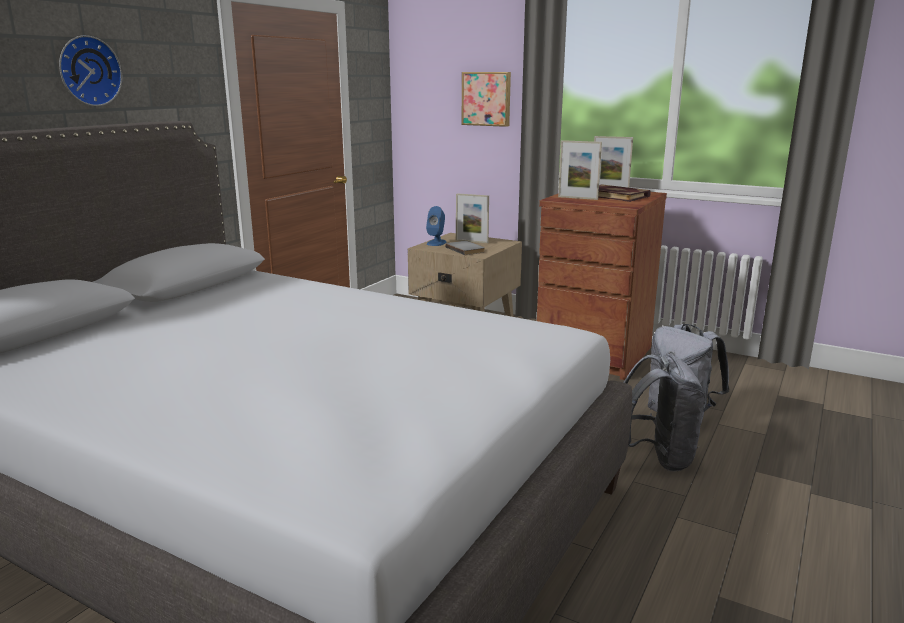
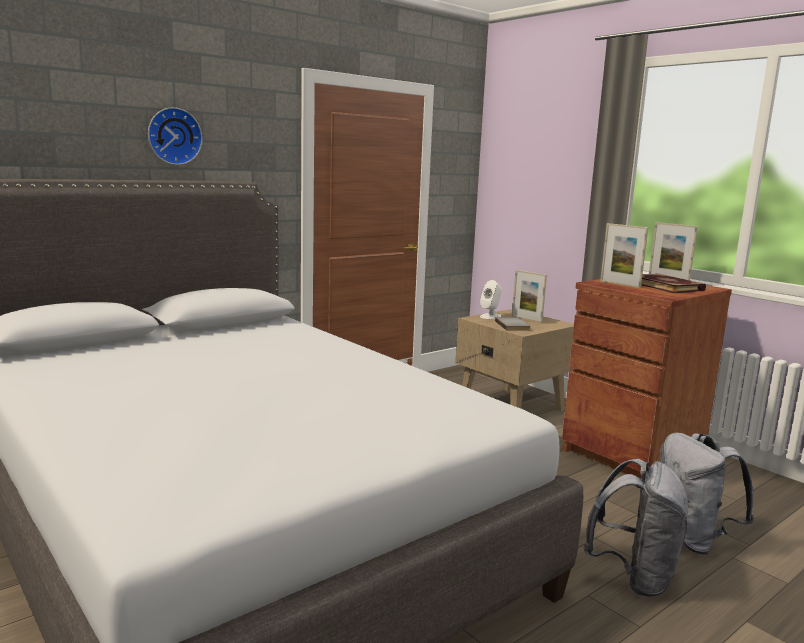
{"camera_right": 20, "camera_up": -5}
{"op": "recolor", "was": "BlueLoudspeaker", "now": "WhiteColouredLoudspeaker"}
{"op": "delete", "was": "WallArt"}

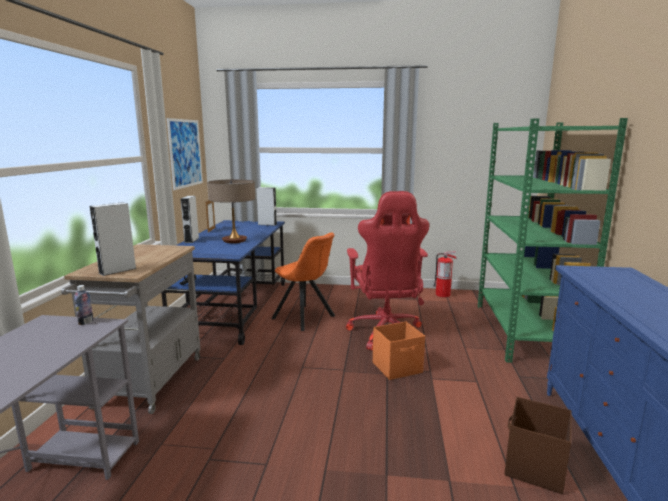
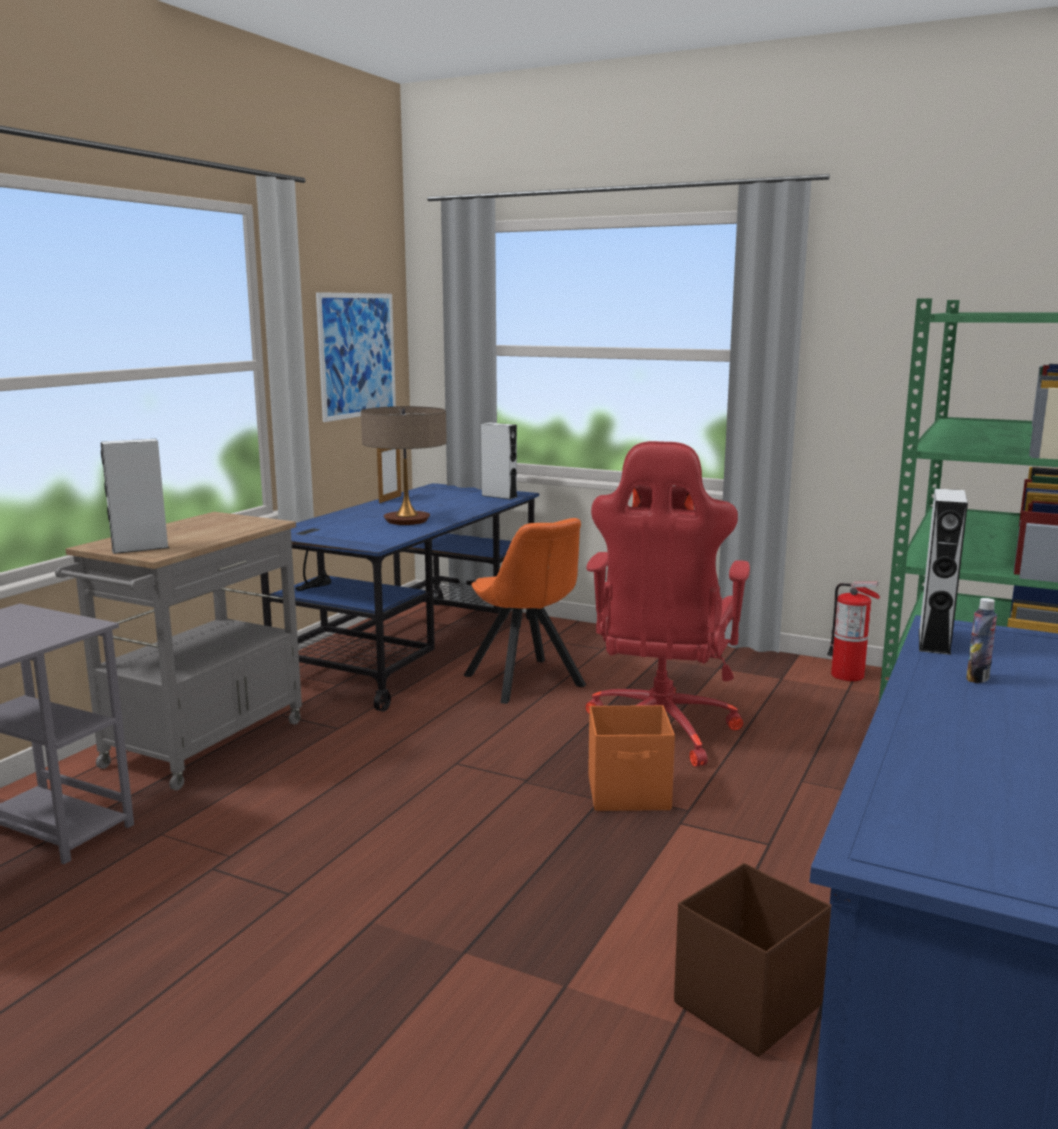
{"camera_right": 20, "camera_up": 0}
{"op": "move", "was": "Bottle"}
{"op": "move", "was": "GreyishLoudspeaker (2nd from left in the first image)", "now": "GreyishLoudspeaker (3rd from left)"}

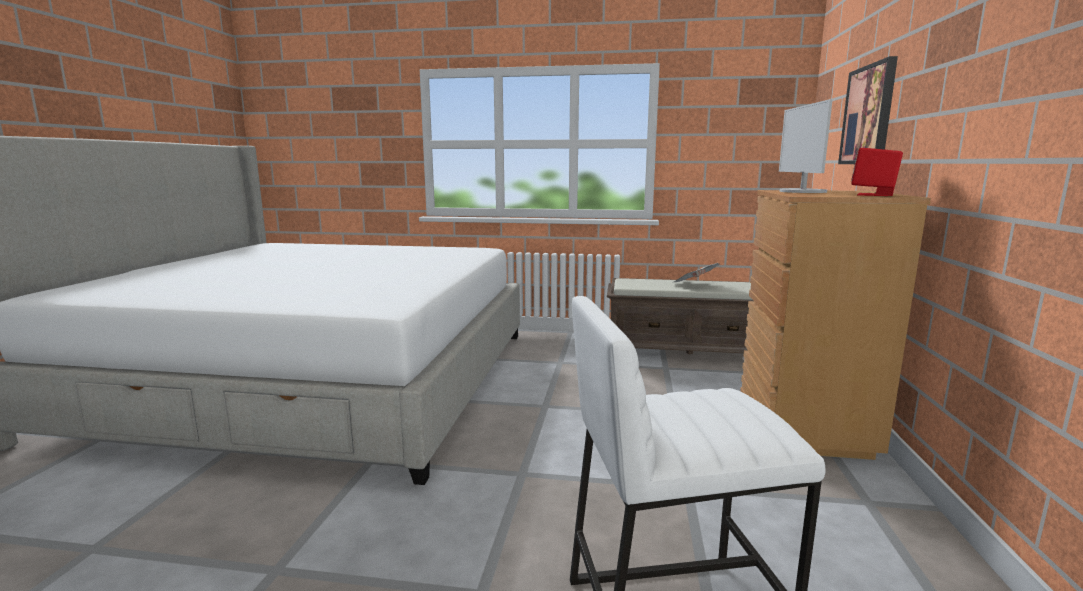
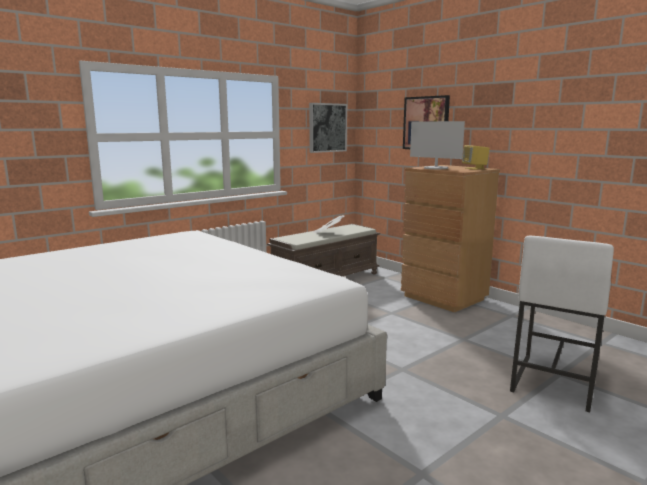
{"camera_right": -50, "camera_up": 0}
{"op": "recolor", "was": "RedColouredLoudspeaker", "now": "YellowLoudspeaker"}
{"op": "insert", "now": "WallArt (1st from left)"}

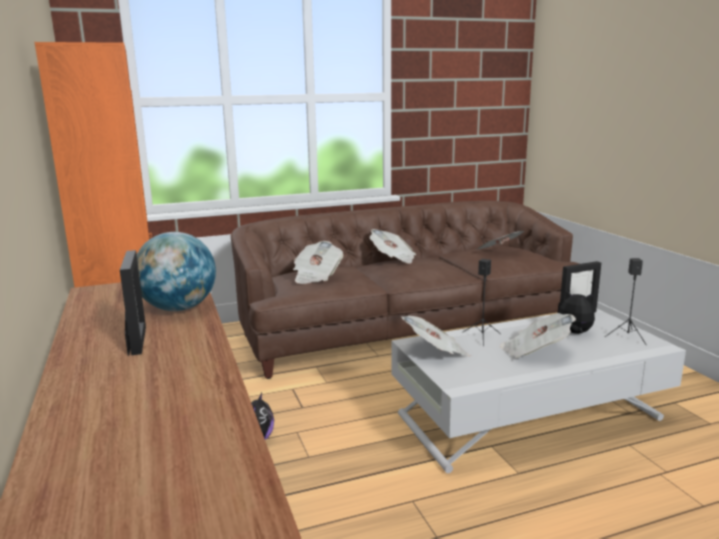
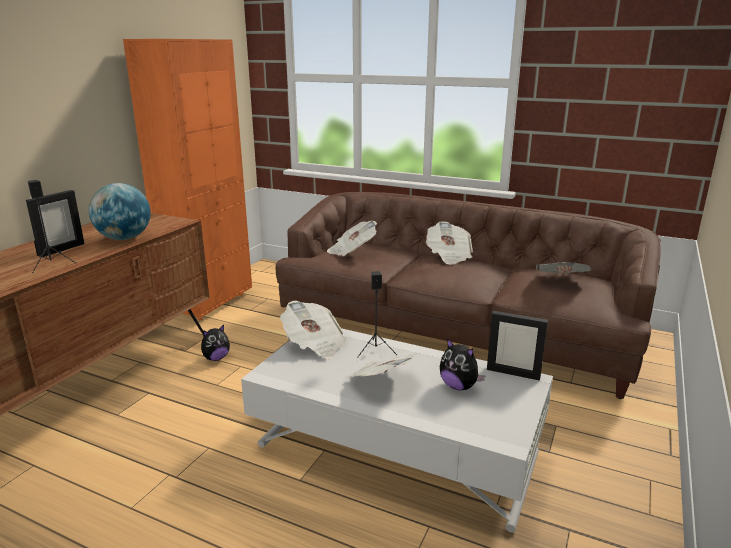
{"camera_right": 45, "camera_up": 5}
{"op": "rotate", "was": "PlushToy (2nd from left)", "clockwise": 150}
{"op": "move", "was": "BlackishLoudspeaker (2nd from left in the first image)", "now": "BlackishLoudspeaker (1st from left)"}

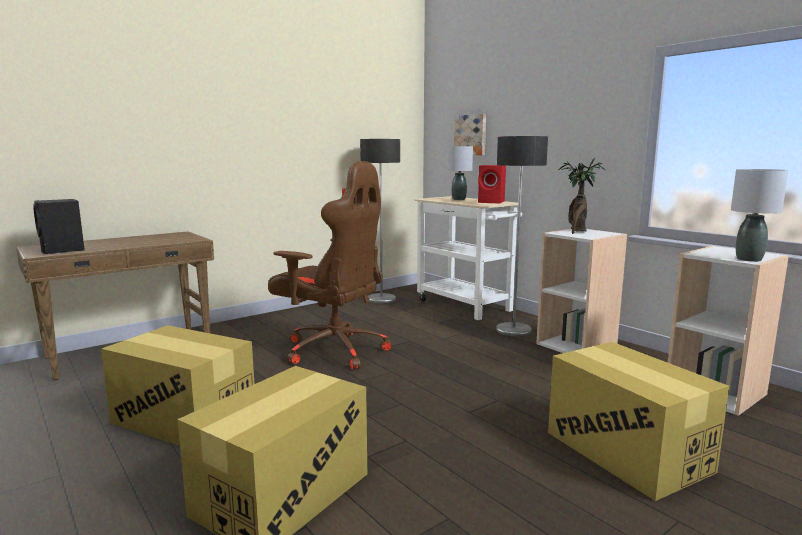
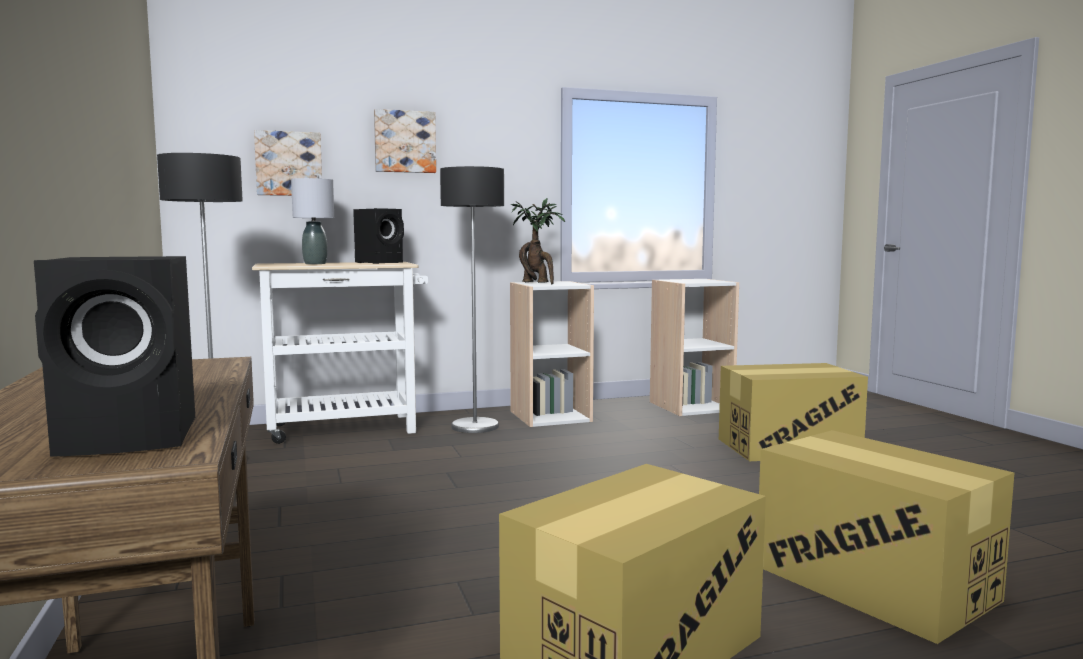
{"camera_right": -70, "camera_up": -5}
{"op": "delete", "was": "BrownColouredOfficeChair"}
{"op": "recolor", "was": "RedColouredLoudspeaker", "now": "BlackishLoudspeaker (2nd from left)"}
{"op": "delete", "was": "GreyishTableLamp (2nd from left)"}
{"op": "insert", "now": "WallArt (2nd from left)"}

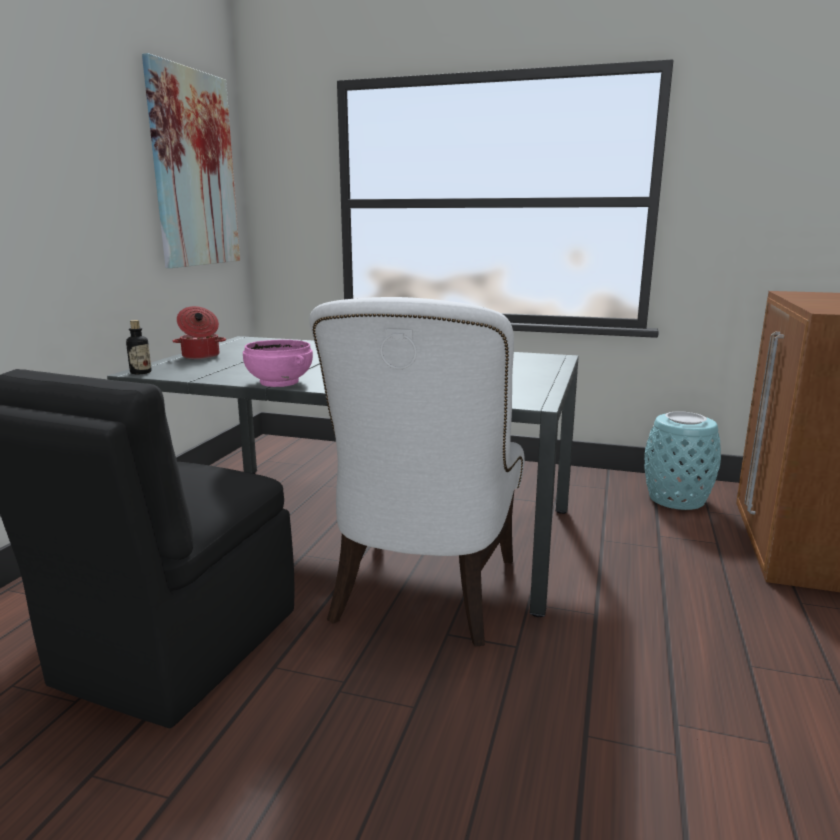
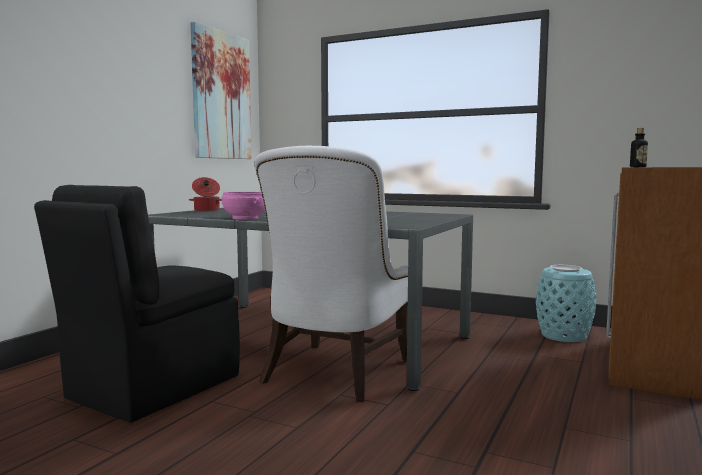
{"camera_right": 10, "camera_up": -10}
{"op": "move", "was": "Bottle"}

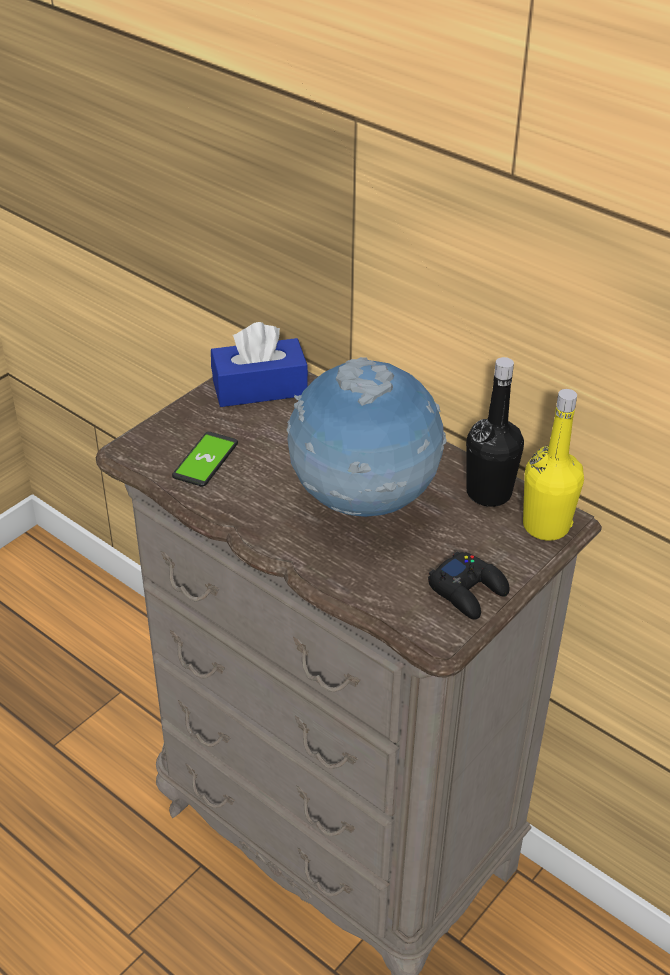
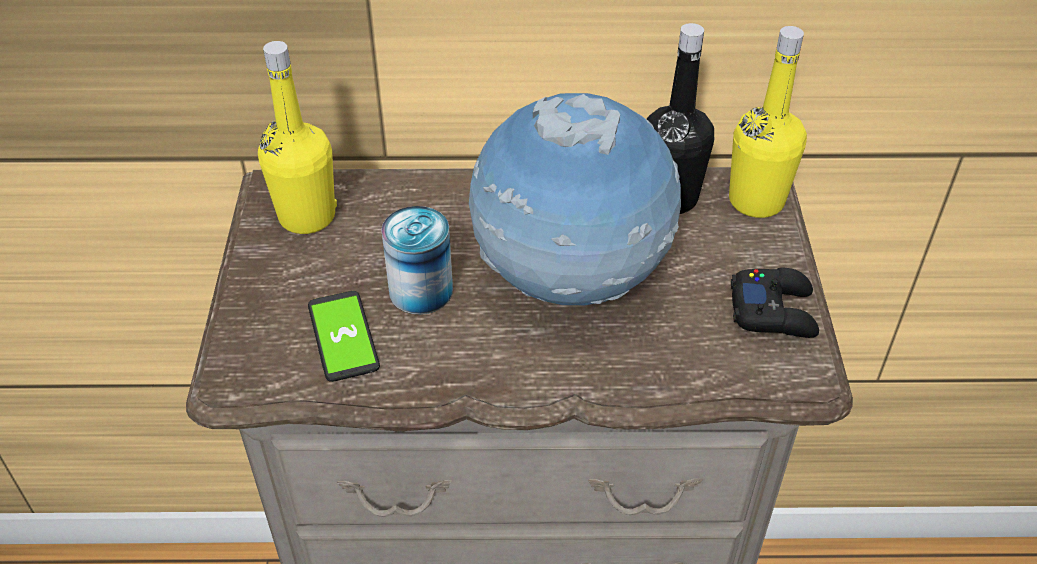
{"camera_right": -40, "camera_up": 5}
{"op": "replace", "was": "BlueBoxOfTissues", "now": "YellowBottle (1st from left)"}
{"op": "insert", "now": "MetalCan"}

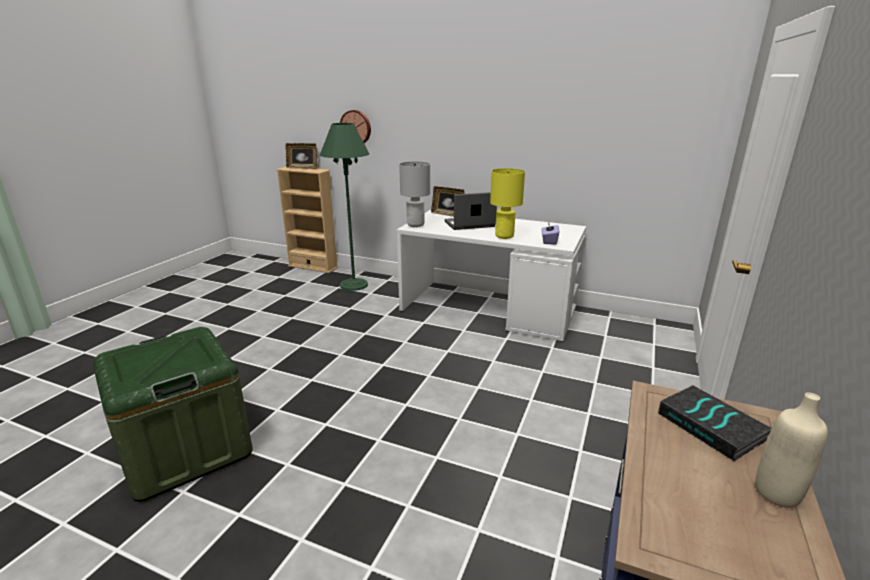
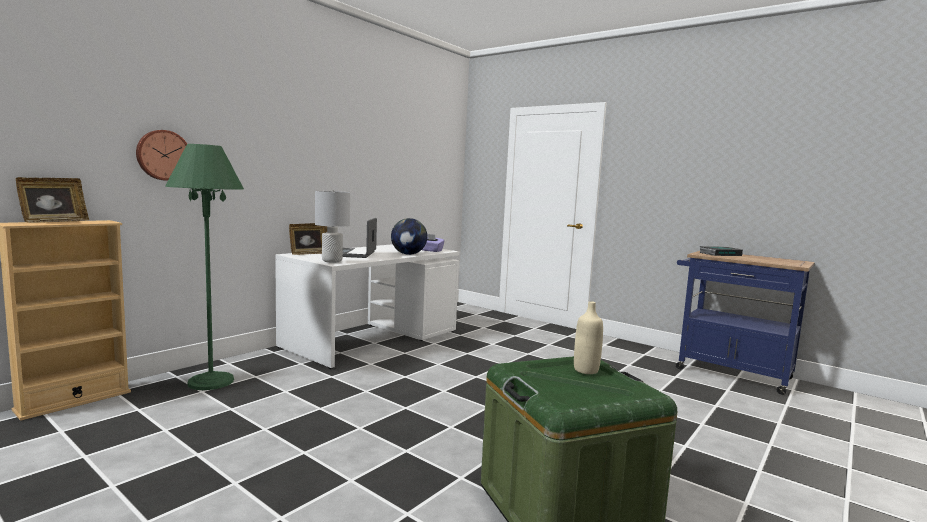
{"camera_right": -75, "camera_up": -15}
{"op": "replace", "was": "YellowTableLamp", "now": "Globe"}
{"op": "move", "was": "BeigeBottle"}

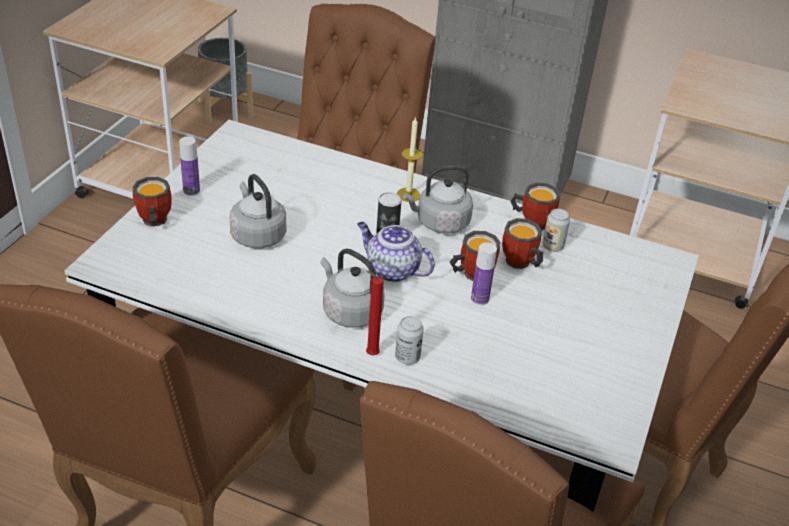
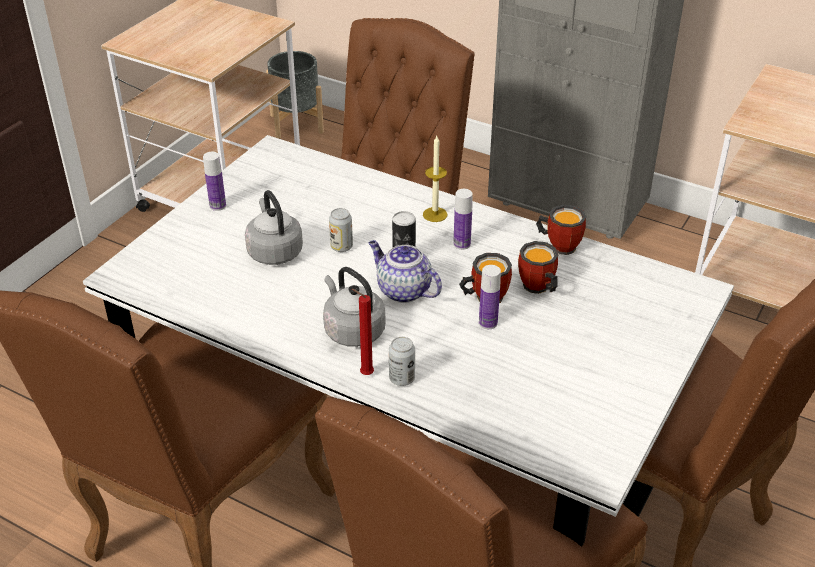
{"camera_right": 10, "camera_up": 0}
{"op": "delete", "was": "TeaMug (1st from left)"}
{"op": "replace", "was": "GreyishWaterKettle (3rd from left)", "now": "Bottle (2nd from left)"}
{"op": "move", "was": "MetalCan (3rd from left in the first image)", "now": "MetalCan (1st from left)"}

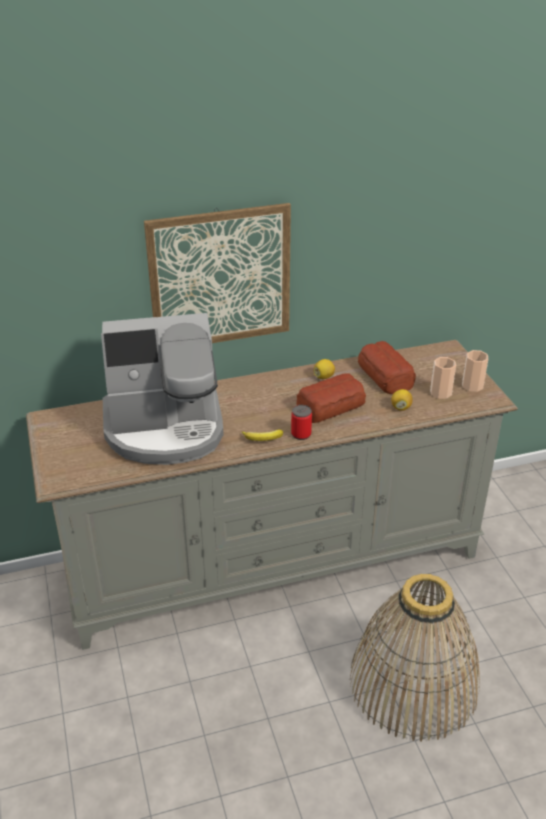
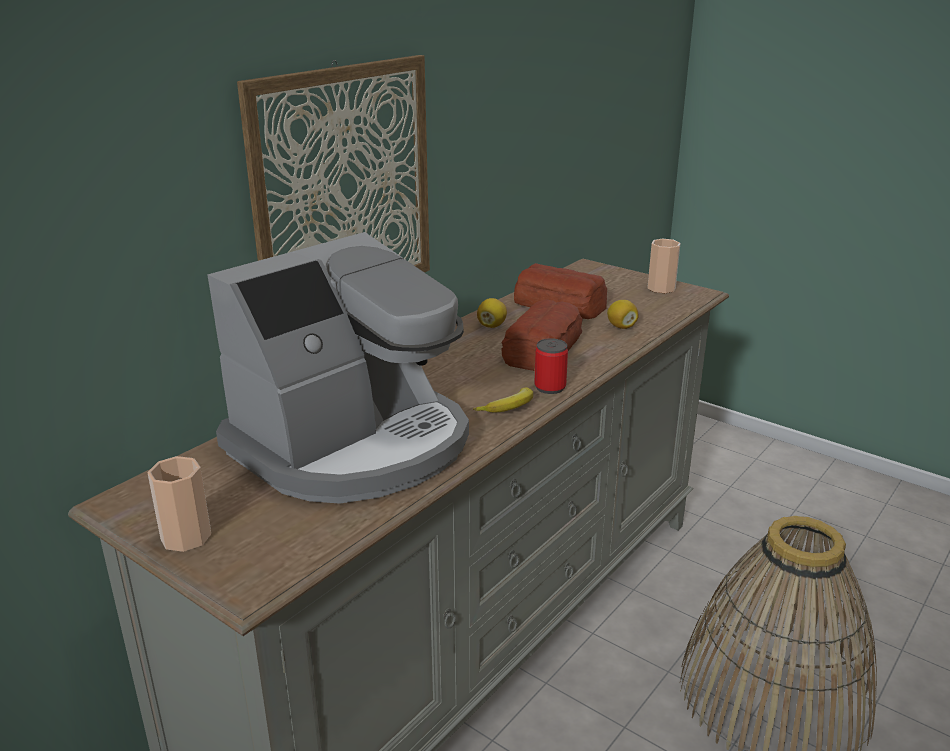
{"camera_right": -35, "camera_up": -10}
{"op": "move", "was": "DrinkingCup (1st from left)"}

